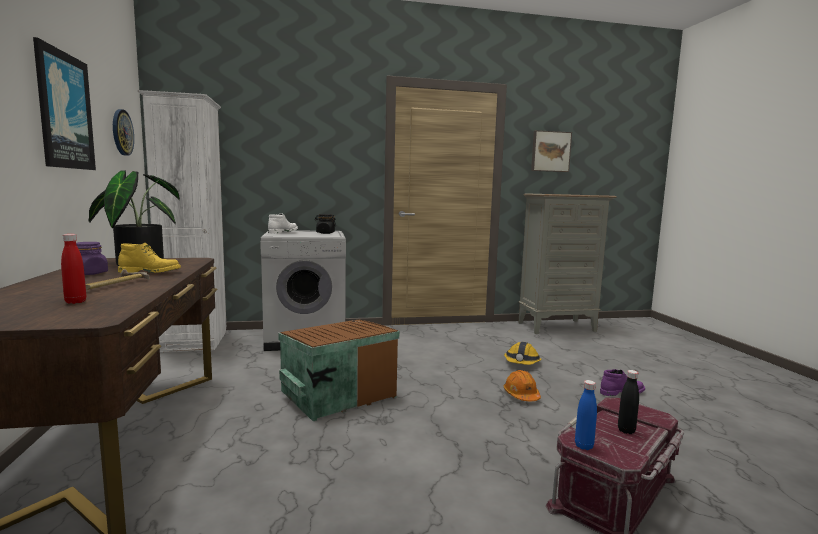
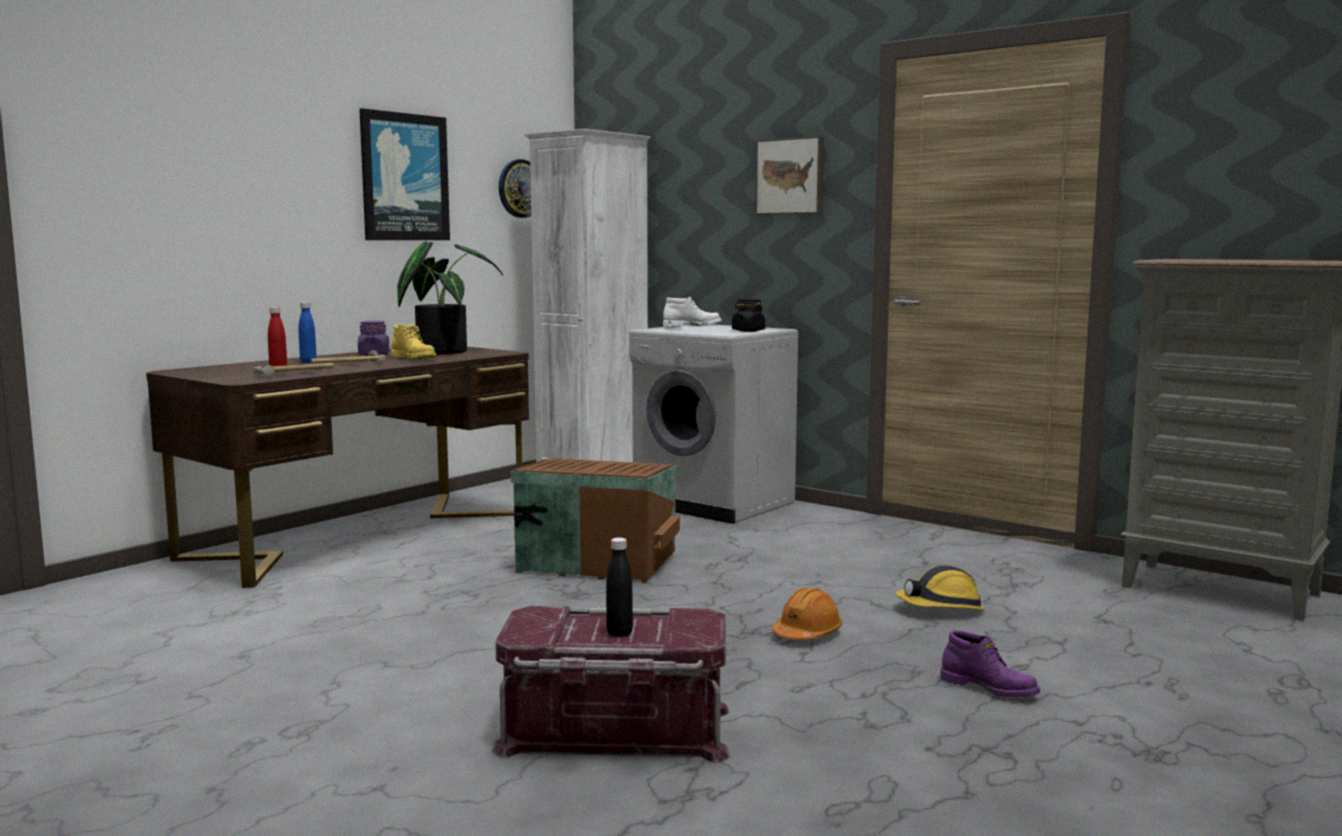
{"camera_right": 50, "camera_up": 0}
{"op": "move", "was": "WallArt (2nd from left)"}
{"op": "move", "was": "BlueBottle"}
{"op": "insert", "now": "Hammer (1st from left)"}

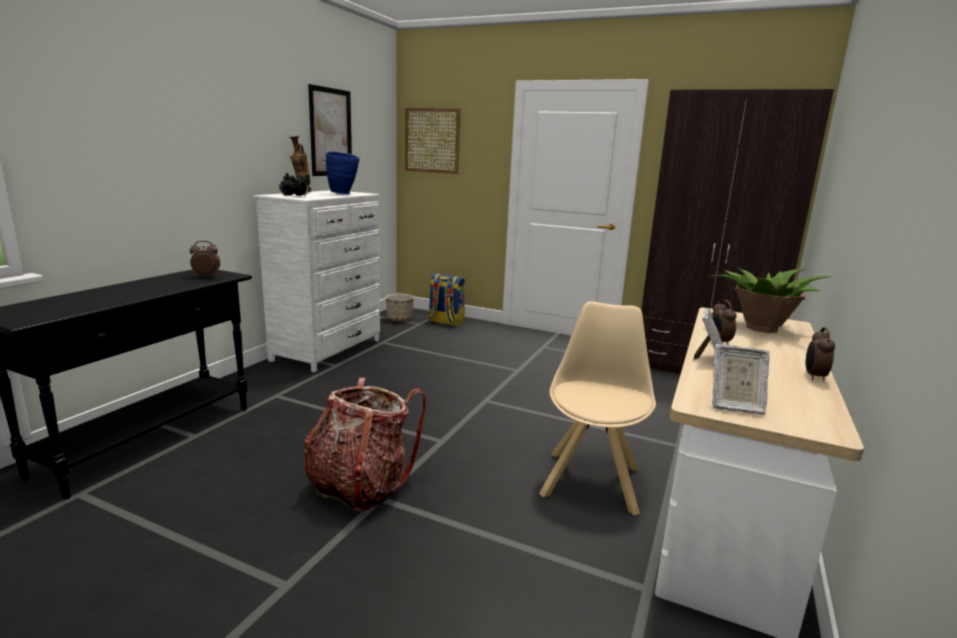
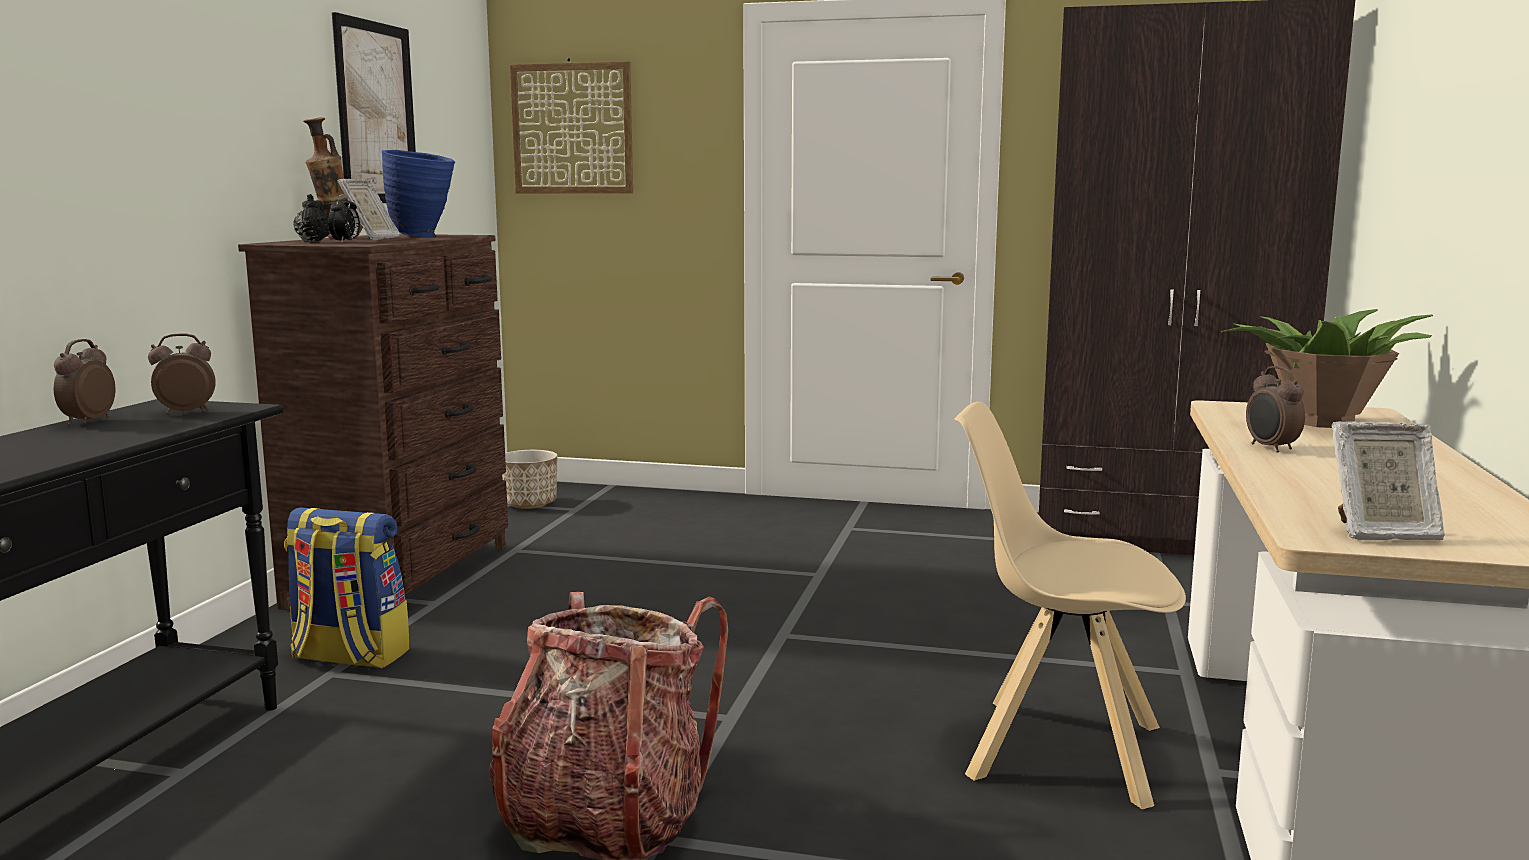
{"camera_right": -10, "camera_up": -5}
{"op": "recolor", "was": "WhiteColouredChestOfDrawers", "now": "BrownColouredChestOfDrawers"}
{"op": "move", "was": "Rucksack (2nd from left in the first image)", "now": "Rucksack (1st from left)"}
{"op": "rotate", "was": "BeigeUprightChair", "clockwise": -75}
{"op": "move", "was": "PictureFrame (1st from left)"}
{"op": "move", "was": "TableClock (4th from left in the first image)", "now": "TableClock (1st from left)"}

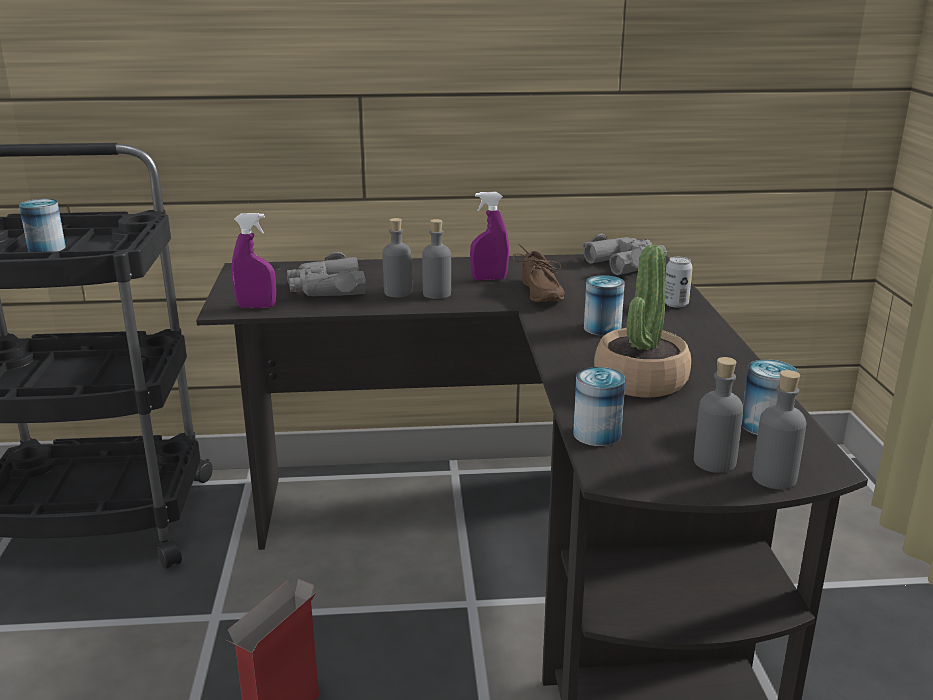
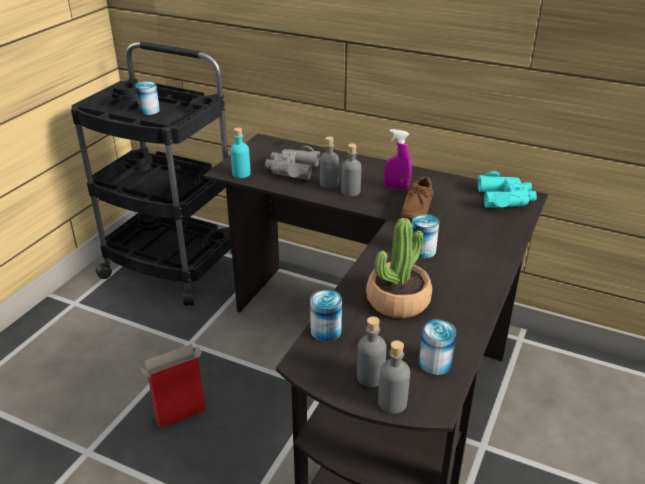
{"camera_right": 30, "camera_up": 10}
{"op": "replace", "was": "PurplishHandSprayer (1st from left)", "now": "TurquoiseBottle"}
{"op": "recolor", "was": "GreyishPairOfBinoculars (2nd from left)", "now": "TurquoisePairOfBinoculars"}
{"op": "delete", "was": "MetalCan (4th from left)"}

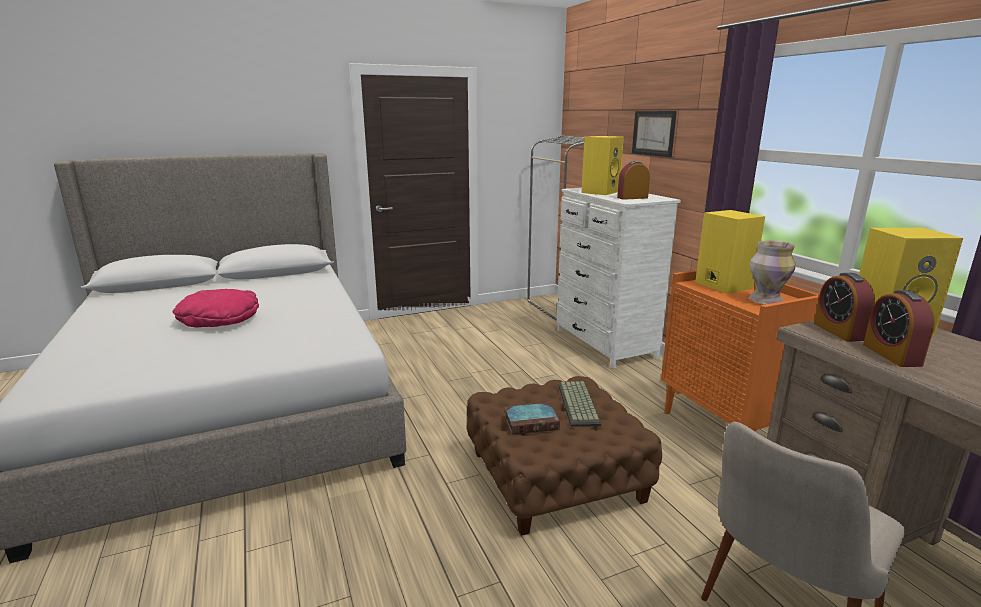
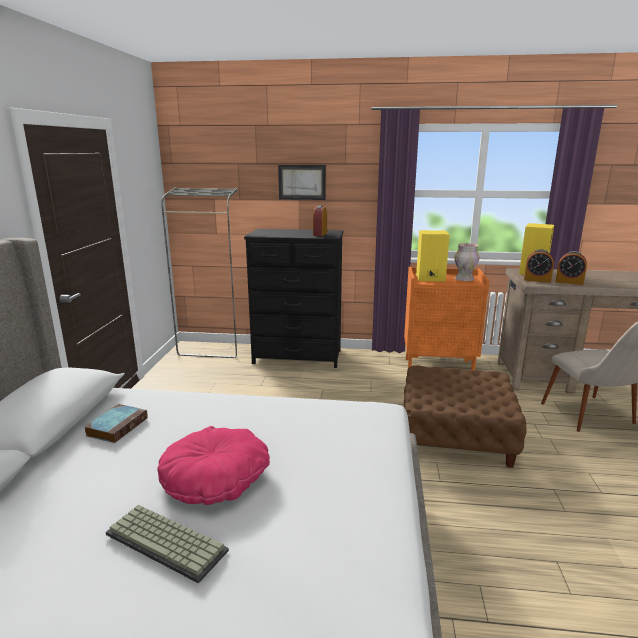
{"camera_right": -60, "camera_up": 0}
{"op": "move", "was": "Book"}
{"op": "recolor", "was": "WhiteColouredChestOfDrawers", "now": "BlackishChestOfDrawers"}
{"op": "move", "was": "Keyboard"}
{"op": "delete", "was": "YellowLoudspeaker (1st from left)"}

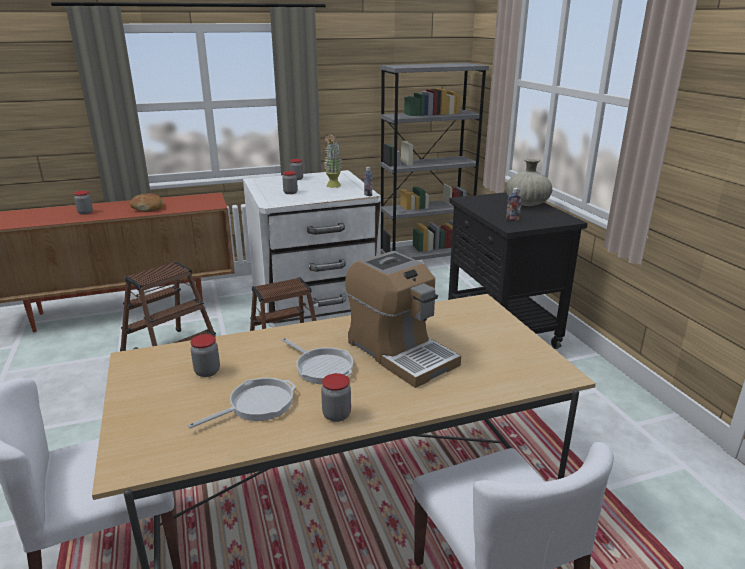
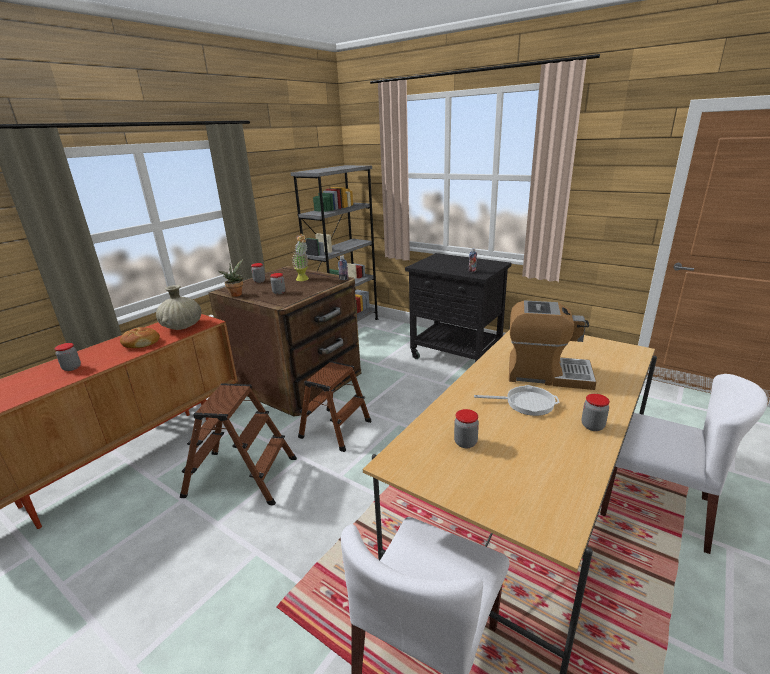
{"camera_right": -35, "camera_up": 0}
{"op": "delete", "was": "FryingPan (1st from left)"}
{"op": "recolor", "was": "WhiteColouredChestOfDrawers", "now": "BrownColouredChestOfDrawers"}
{"op": "move", "was": "BeigeFlowerVase"}
{"op": "insert", "now": "PottedPlant (1st from left)"}

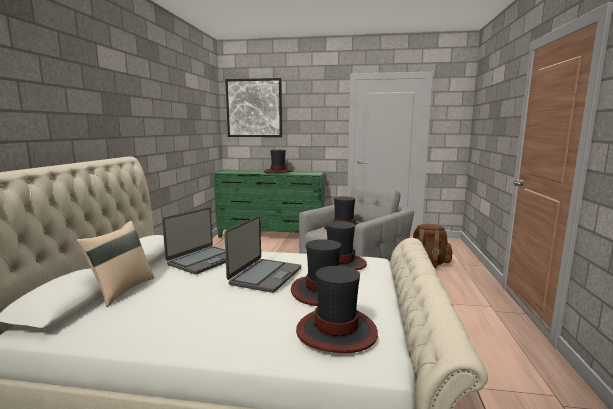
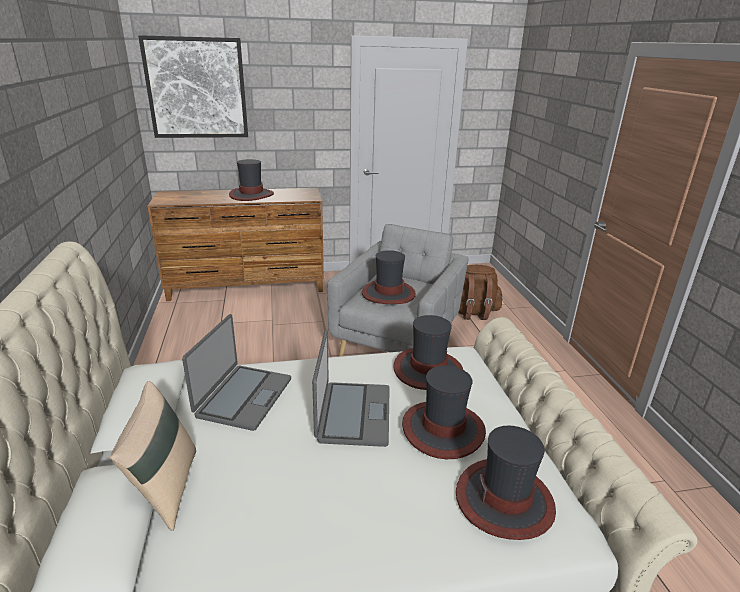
{"camera_right": -20, "camera_up": 15}
{"op": "recolor", "was": "GreenChestOfDrawers", "now": "BrownColouredChestOfDrawers"}

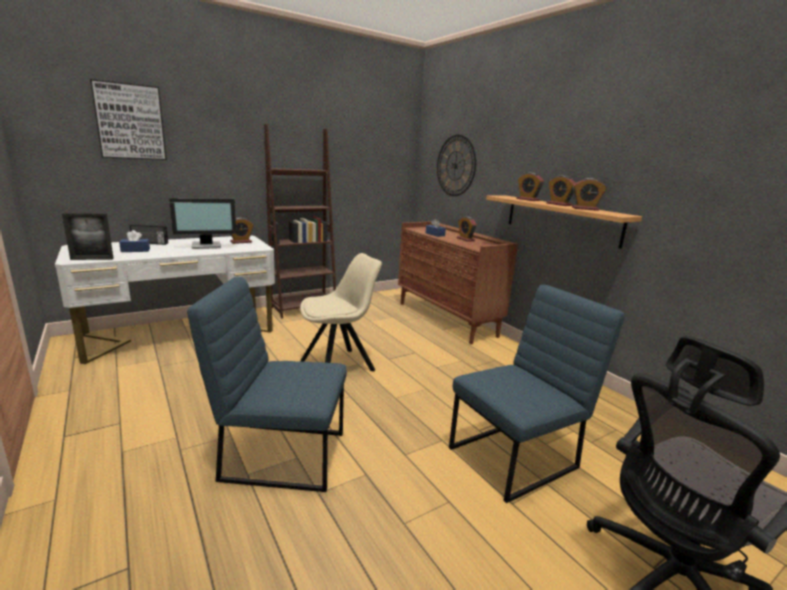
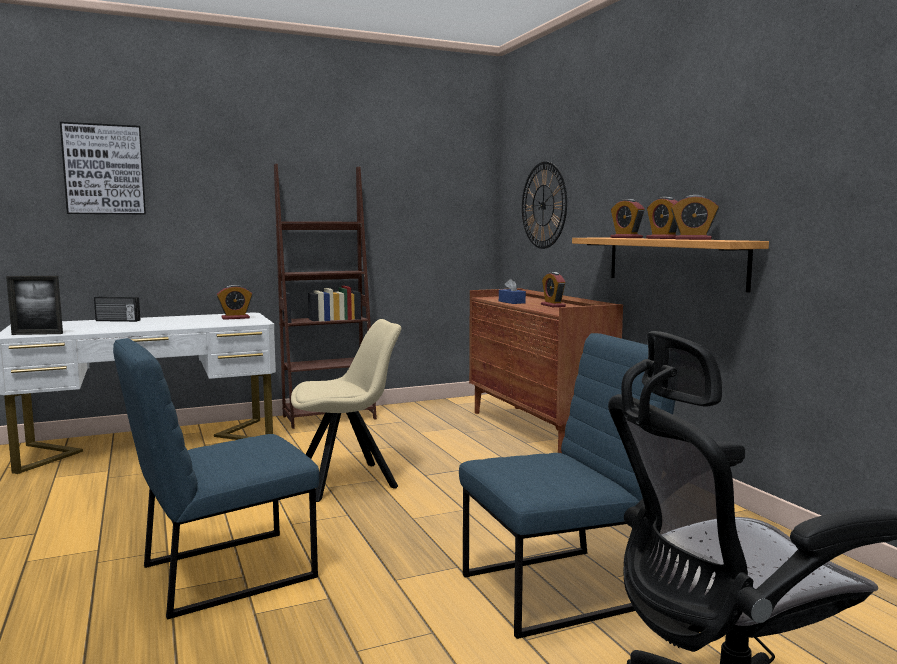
{"camera_right": 10, "camera_up": -10}
{"op": "delete", "was": "BlueBoxOfTissues (1st from left)"}
{"op": "delete", "was": "Monitor"}
{"op": "rotate", "was": "BlueUprightChair (1st from left)", "clockwise": -45}

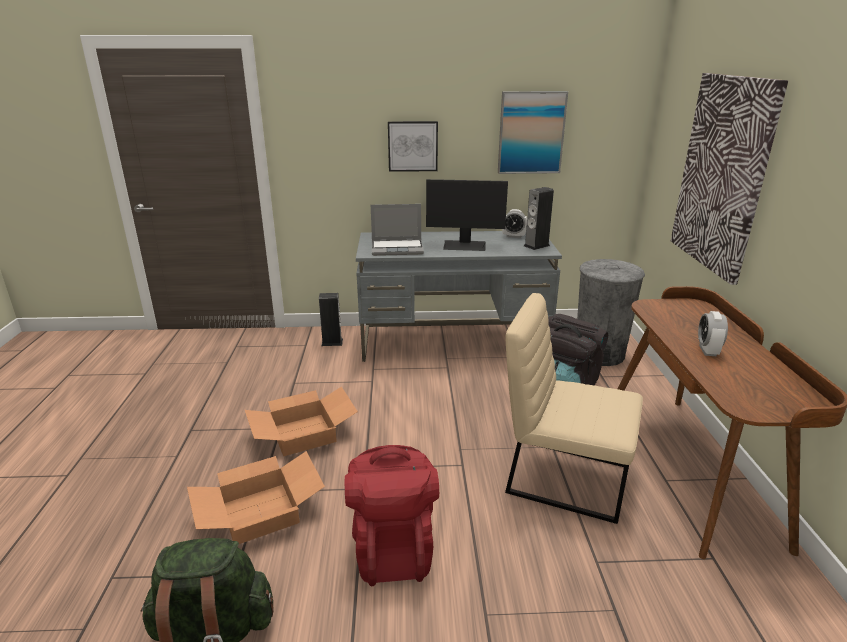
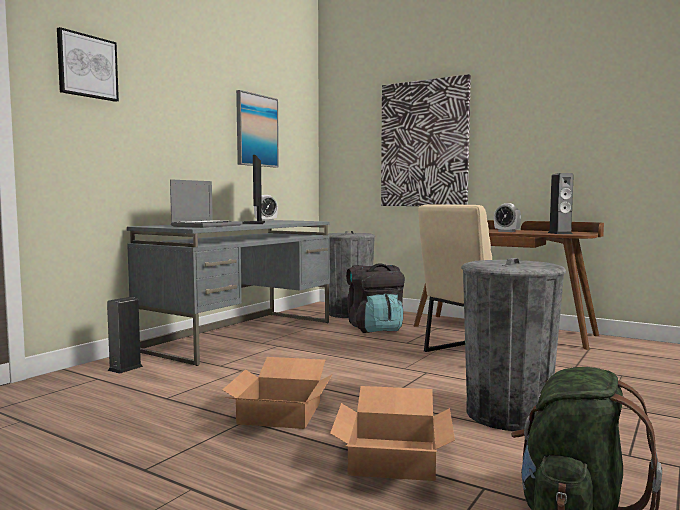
{"camera_right": -55, "camera_up": -20}
{"op": "replace", "was": "RedColouredRucksack", "now": "GreyishWasteBin (2nd from left)"}
{"op": "move", "was": "WallArt (1st from left)"}
{"op": "rotate", "was": "Monitor", "clockwise": 135}
{"op": "move", "was": "Loudspeaker (2nd from left)"}

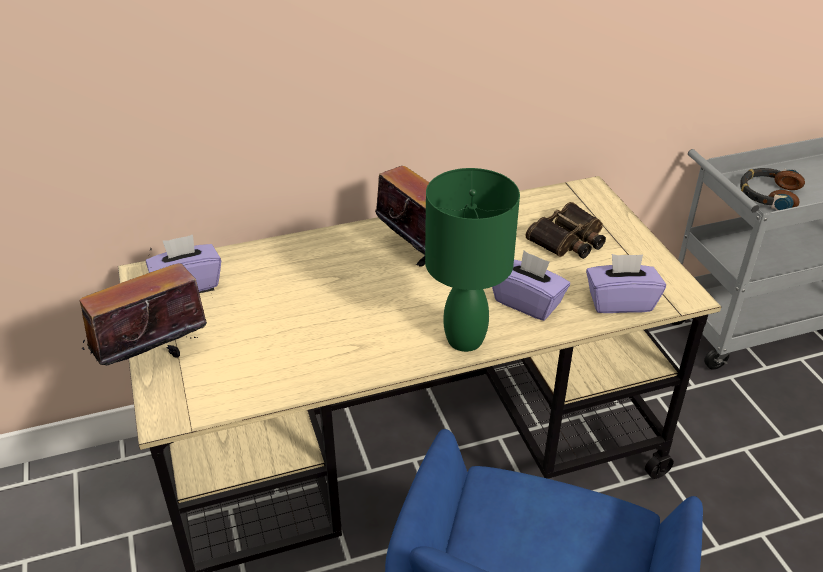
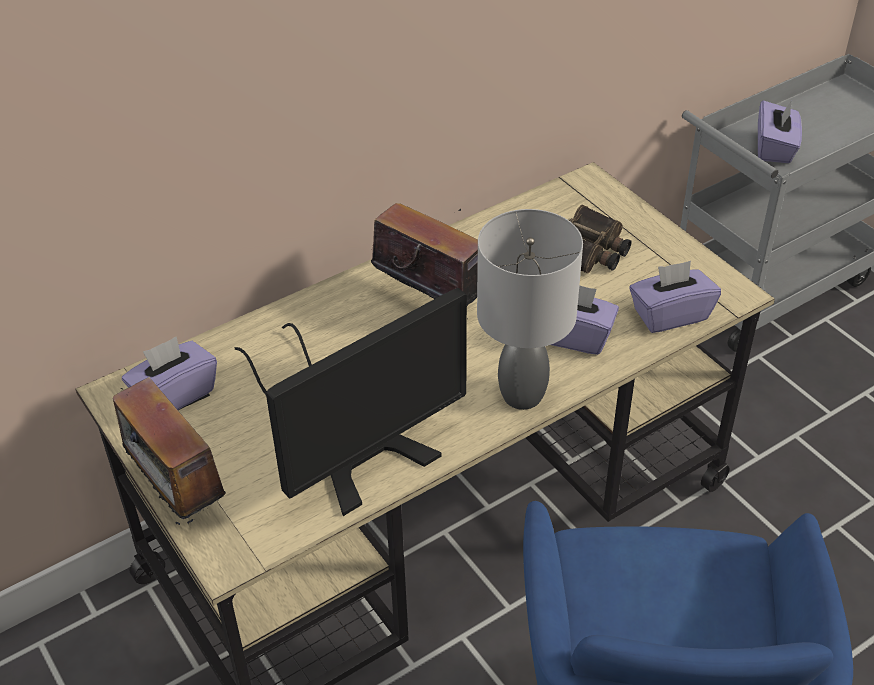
{"camera_right": -15, "camera_up": 5}
{"op": "rotate", "was": "Radio (1st from left)", "clockwise": -75}
{"op": "recolor", "was": "GreenTableLamp", "now": "GreyishTableLamp"}
{"op": "replace", "was": "Headphones", "now": "PurplishBoxOfTissues (4th from left)"}
{"op": "insert", "now": "Monitor"}

